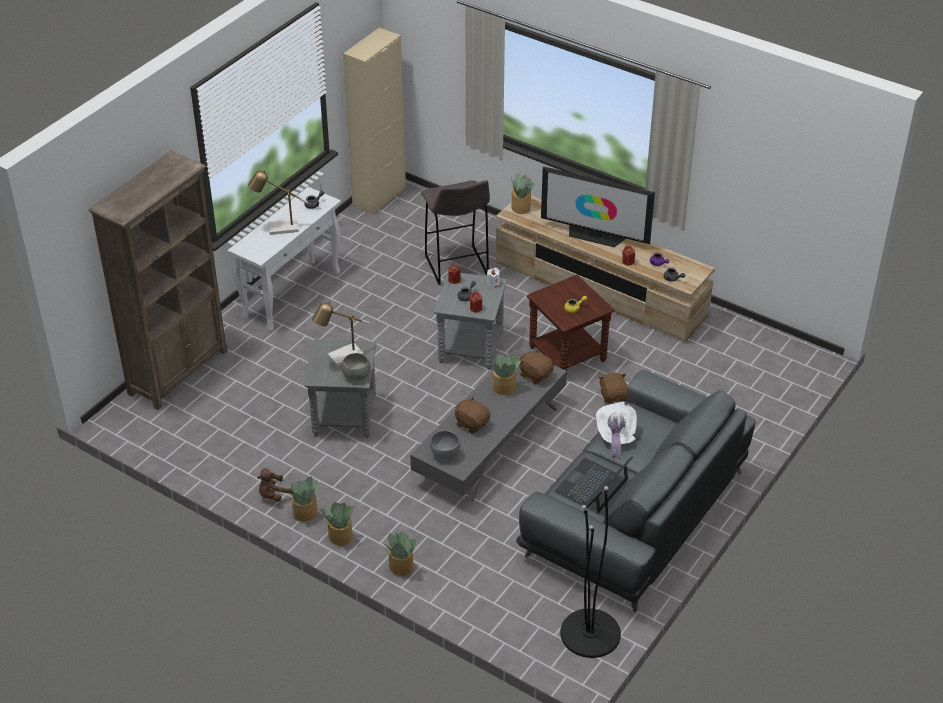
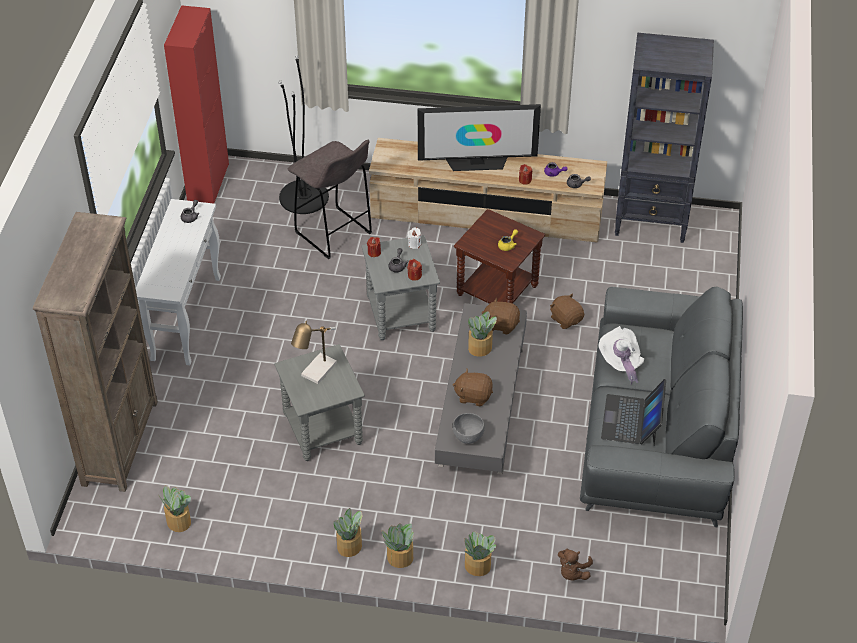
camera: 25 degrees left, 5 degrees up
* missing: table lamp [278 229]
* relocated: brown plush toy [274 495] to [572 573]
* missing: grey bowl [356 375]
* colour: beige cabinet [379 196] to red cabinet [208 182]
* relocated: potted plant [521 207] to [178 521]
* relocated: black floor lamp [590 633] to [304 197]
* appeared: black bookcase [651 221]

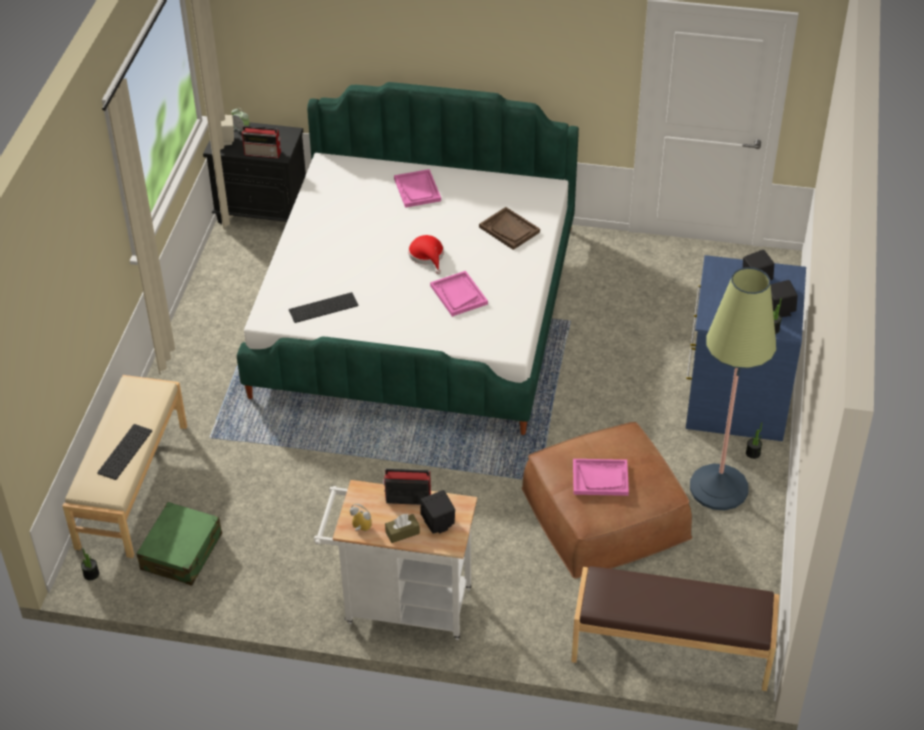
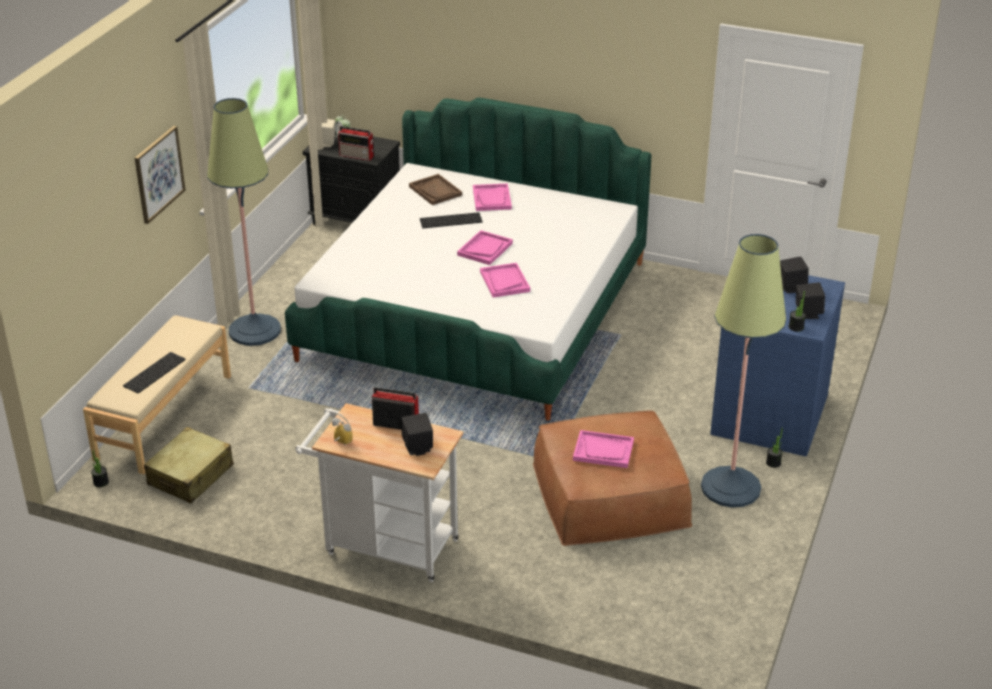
camera: 10 degrees right, 10 degrees down
* colour: green suitcase [182 552] to beige suitcase [191 475]
* relocated: keyboard [324 307] to [451 220]
* missing: brown tissue box [402 532]
* exchanged: red hat [427 256] to pink tray [485 249]
* relocated: brown tray [509 230] to [435 191]
* missing: brown bench [671 650]
* appeared: picture [158 174]
* appeared: floor lamp [254 330]

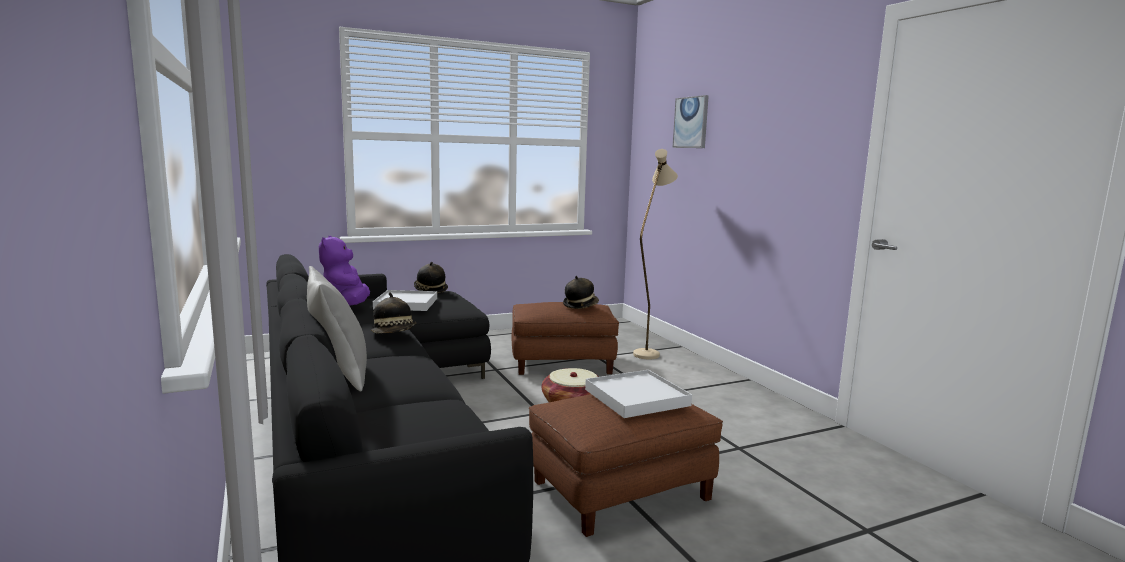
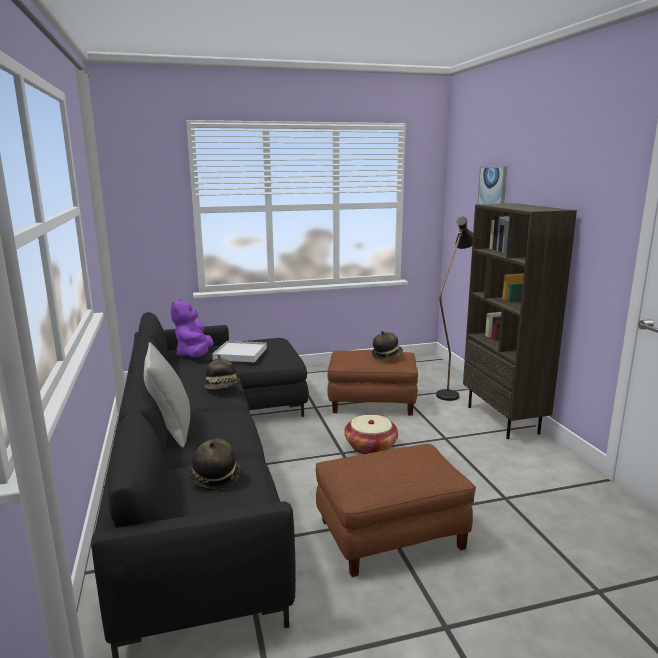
camera: 10 degrees right, 5 degrees up
* relocated: hat [430 290] to [214 477]
* missing: white tray [636 397]
* colour: beige floor lamp [648 352] to black floor lamp [450 393]
* appeared: brown bookcase [503 420]

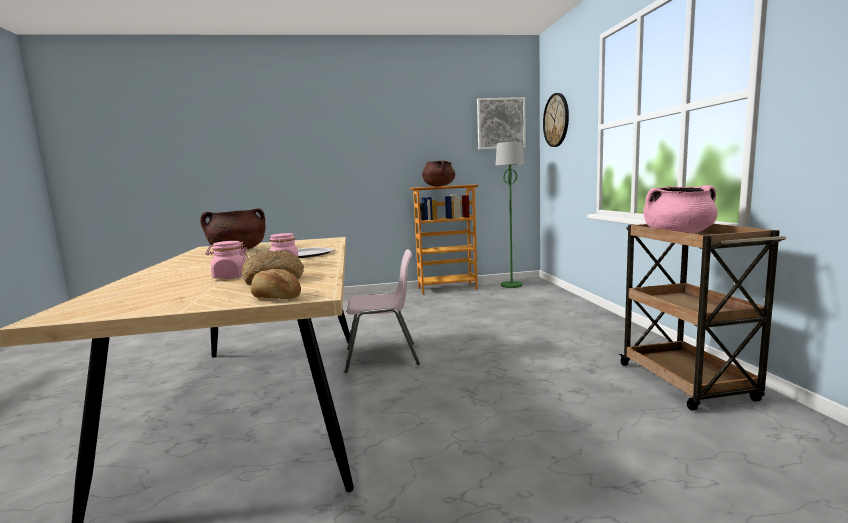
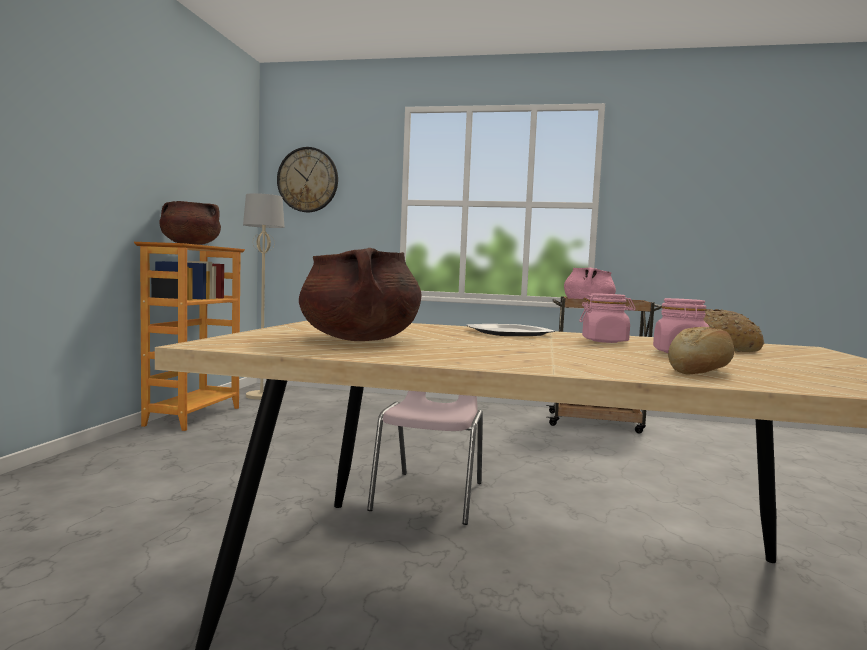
camera: 70 degrees left, 5 degrees down
* relocated: bread [276 298] to [700 371]
* missing: picture [501 123]
* colour: green floor lamp [511 285] to beige floor lamp [261 396]

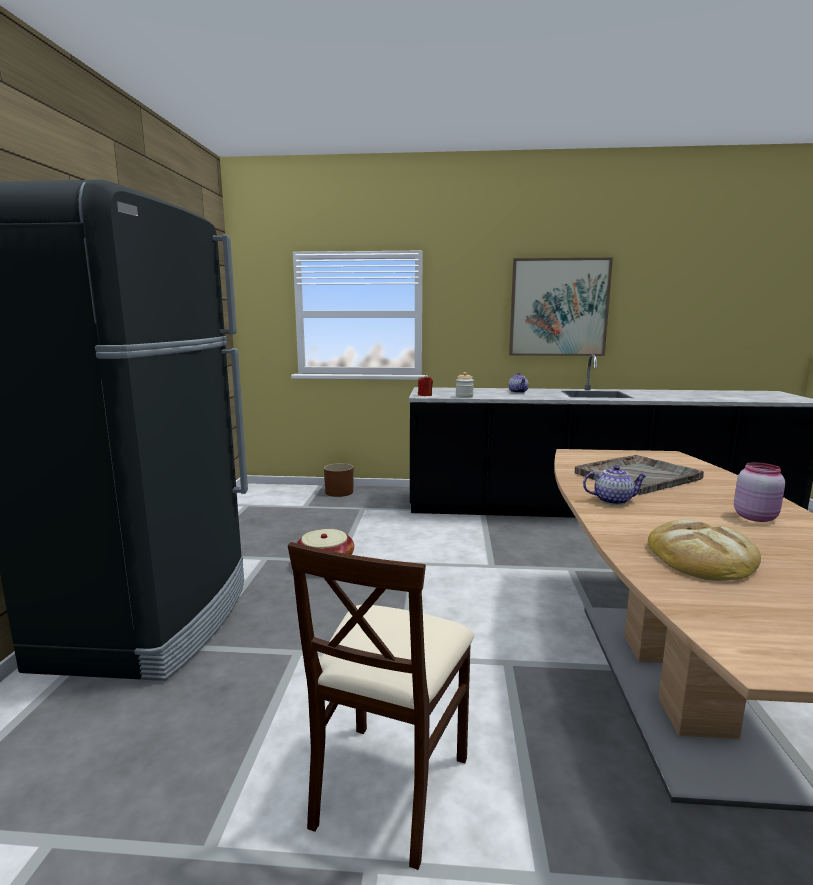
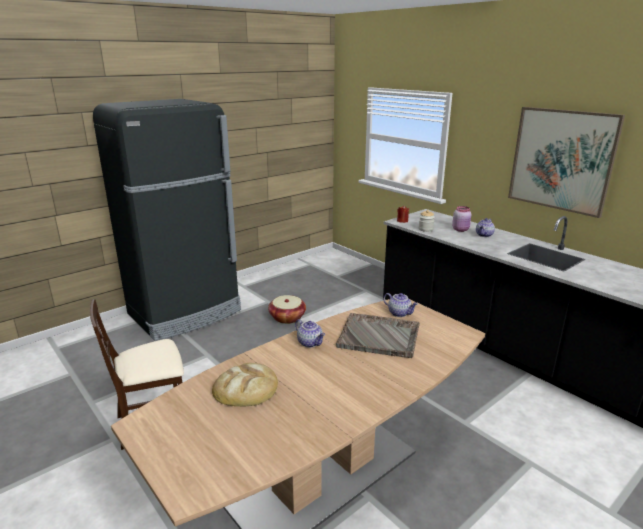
camera: 45 degrees right, 10 degrees up
* missing: brown planter [339 492]
* relocated: pink jar [755 517] to [461 229]
* appeared: teapot [399 313]

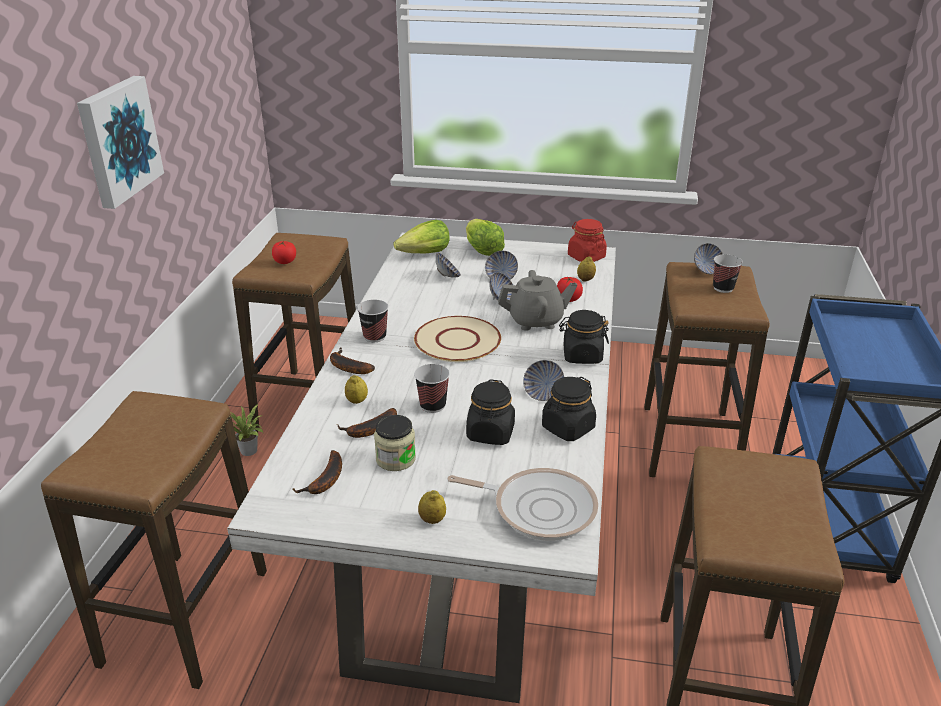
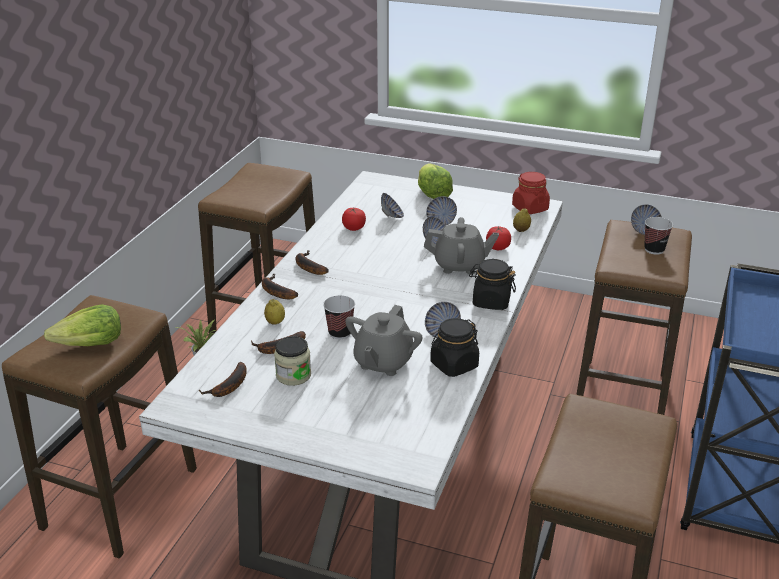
camera: 10 degrees right, 0 degrees up
* missing: picture [118 140]
* relocated: tomato [285 261] to [354 228]
* exchanged: cup [374 337] to banana [308 267]
* relocated: lettuce [425 254] to [90 345]
* missing: beige plate [458 341]
* missing: lemon [432 520]
* missing: frying pan [539 508]
* exchanged: black jar [490 433] to grey teapot [383 362]

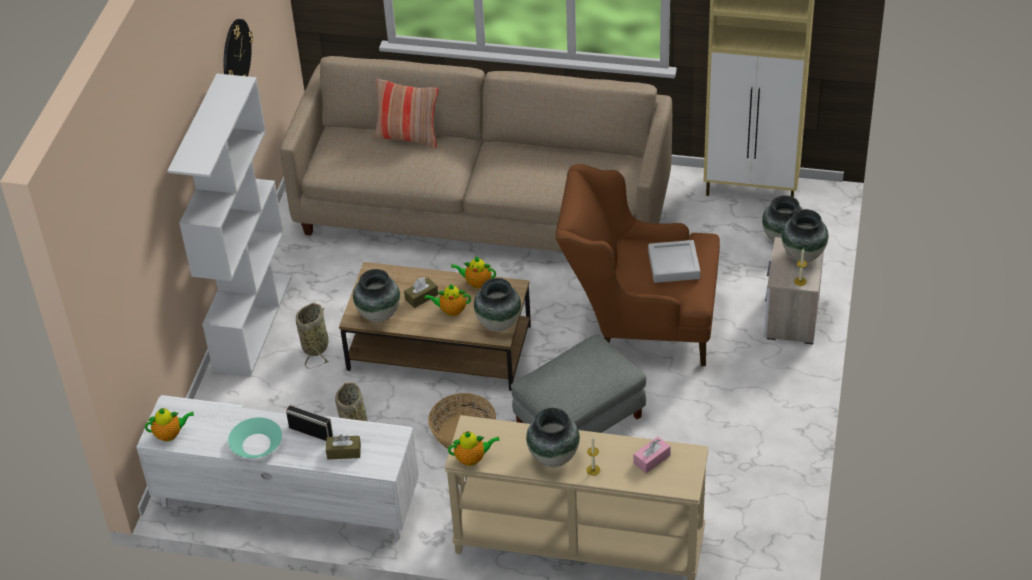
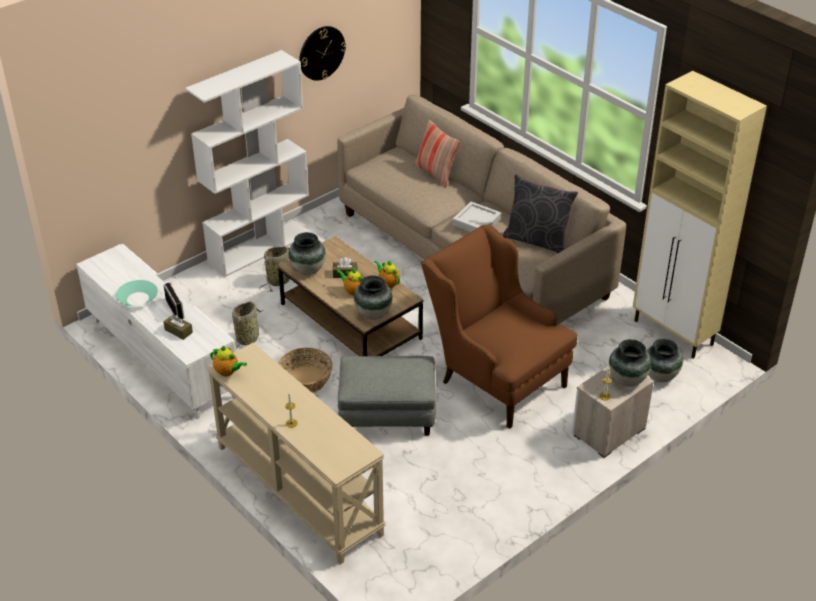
camera: 35 degrees right, 5 degrees down
* missing: teapot [170 434]
* missing: vase [553 457]
* missing: pink tissue box [651 459]
* relocated: grey tray [673 265] to [476 222]
* appeared: grey pillow [537 240]

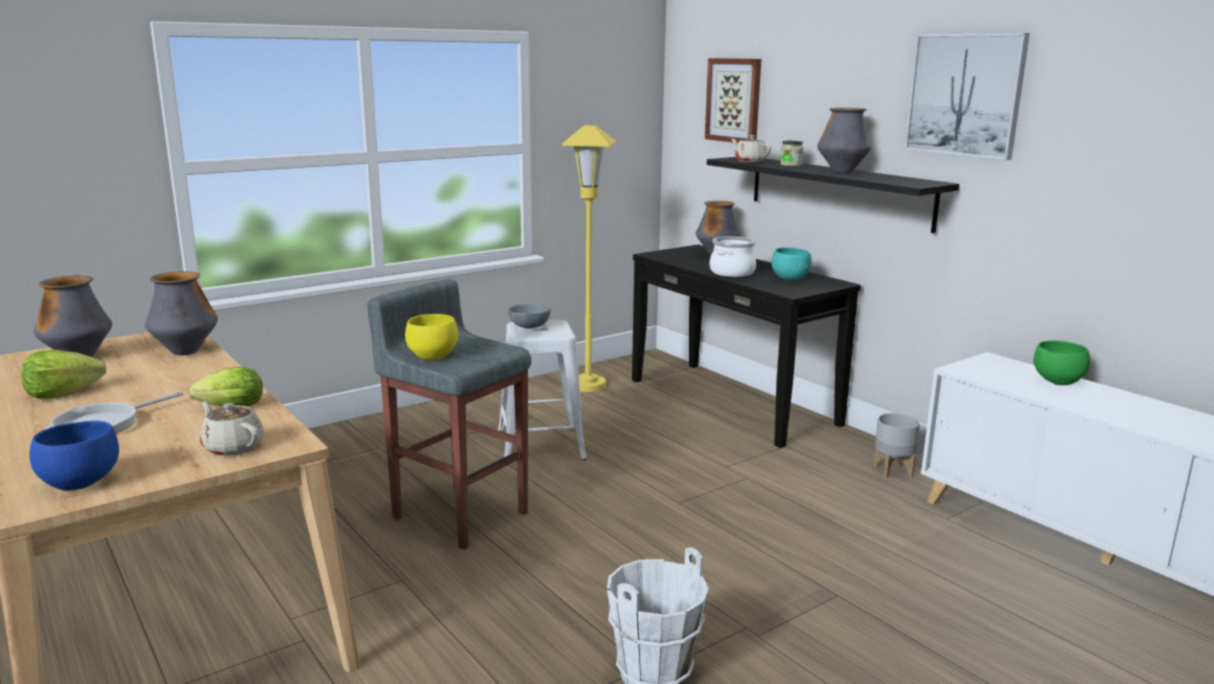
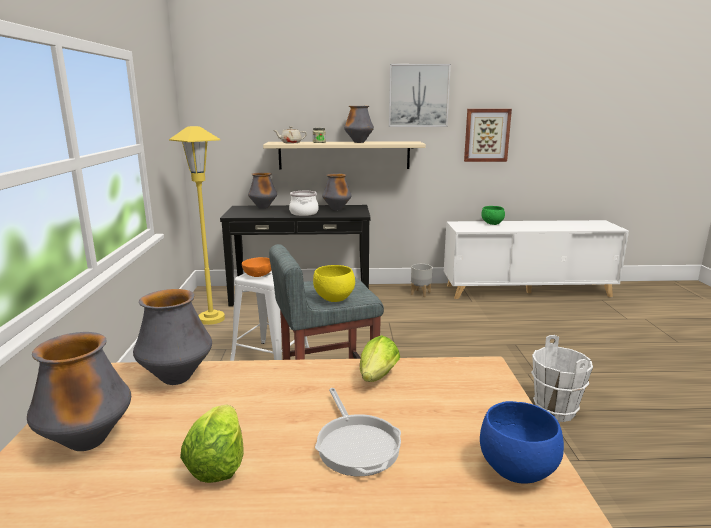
camera: 55 degrees left, 0 degrees up
* missing: beige teapot [232 447]
* colour: grey bowl [528 327] to orange bowl [258 276]
* relocated: picture [734 100] to [486 135]
* colour: black shelf [838 192] to beige shelf [344 155]
* exchanged: turquoise bowl [791 279] to vase [337 209]

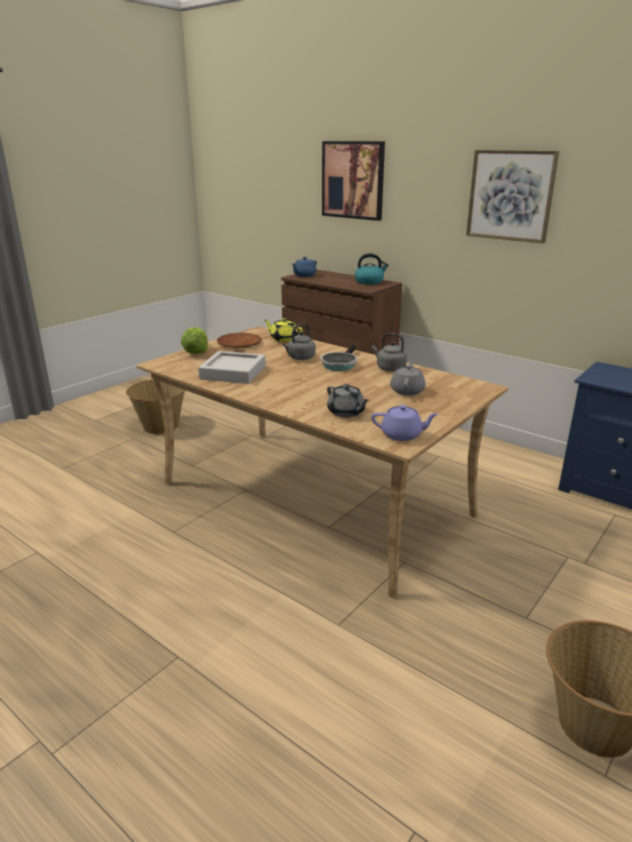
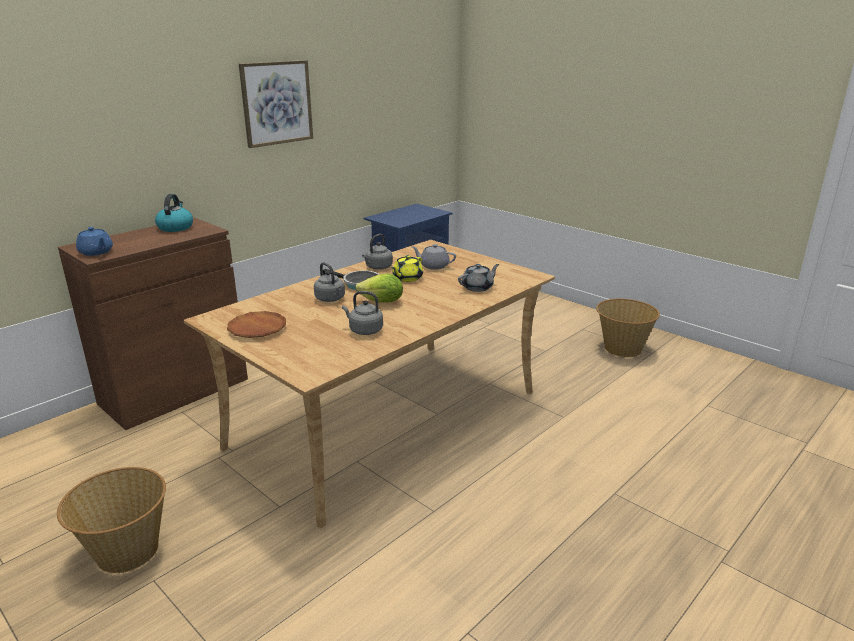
camera: 85 degrees left, 0 degrees up
* relocated: lettuce [196 352] to [382 302]
* exchanged: grey tray [233 372] to grey kettle [364 330]
* relocated: yellow teapot [283 339] to [407 278]
* missing: picture [353 180]
* missing: purple teapot [402 435]

